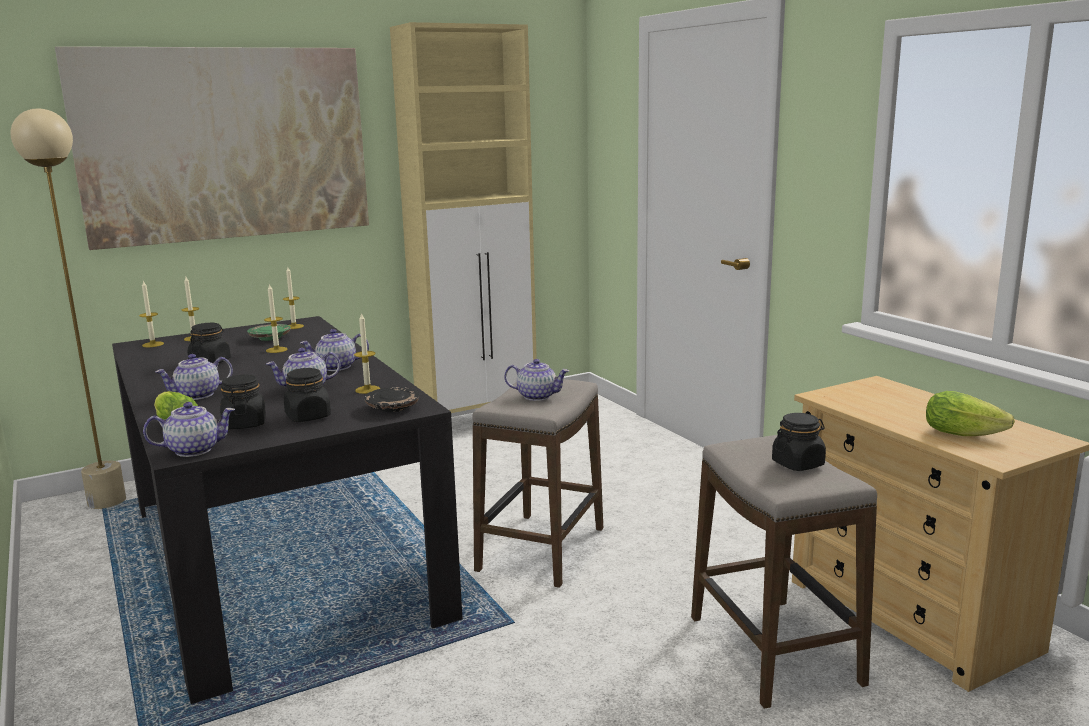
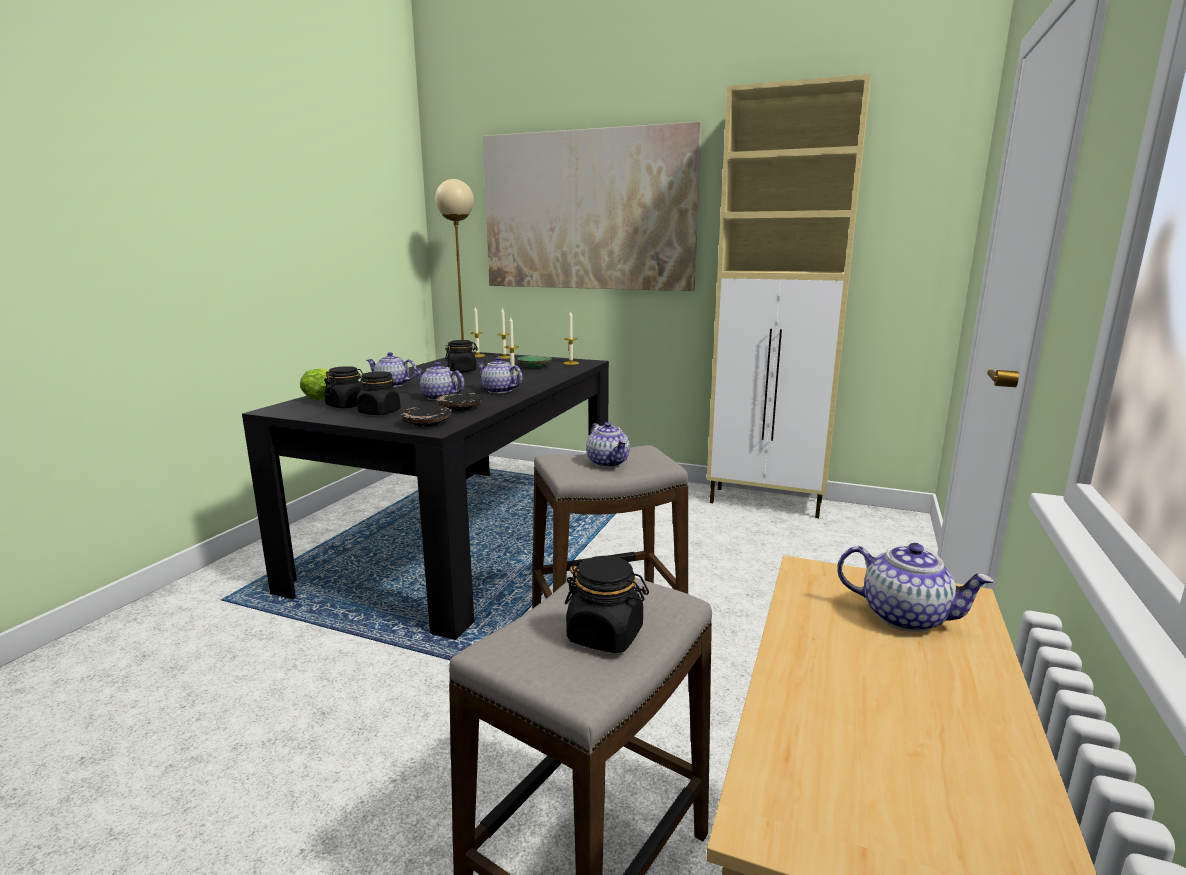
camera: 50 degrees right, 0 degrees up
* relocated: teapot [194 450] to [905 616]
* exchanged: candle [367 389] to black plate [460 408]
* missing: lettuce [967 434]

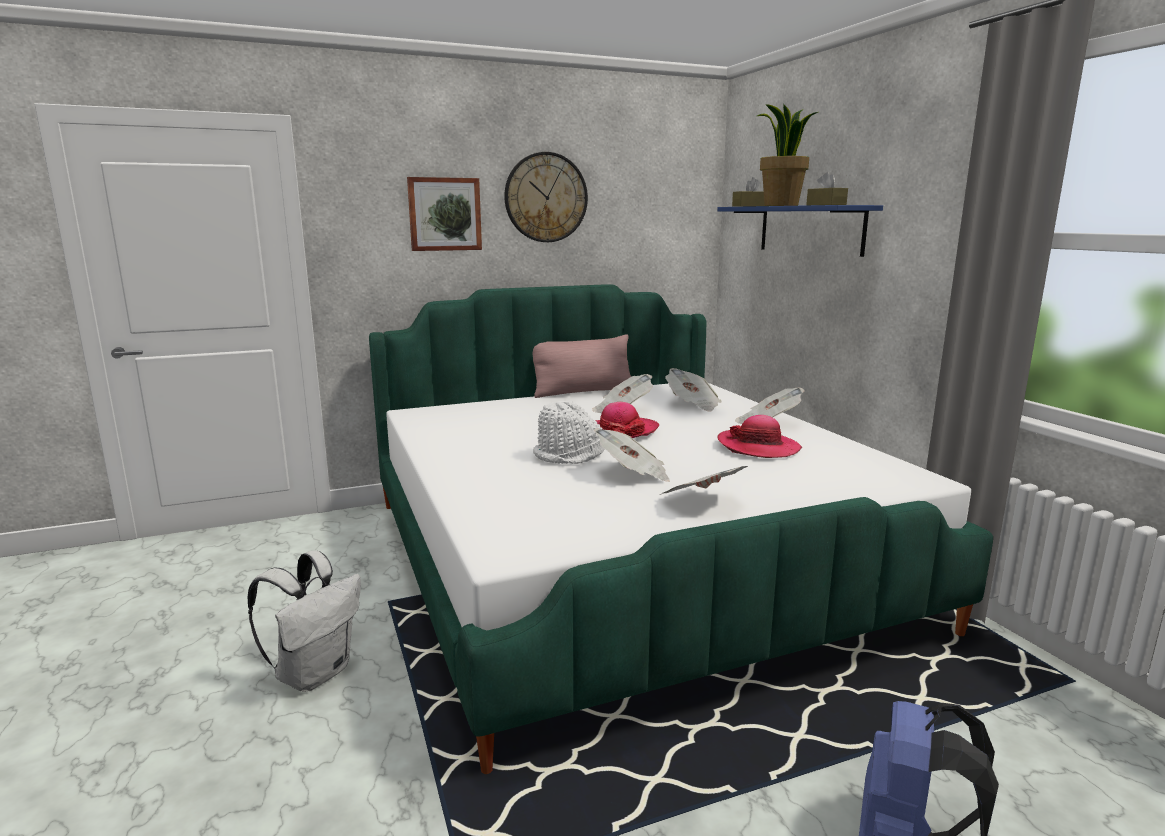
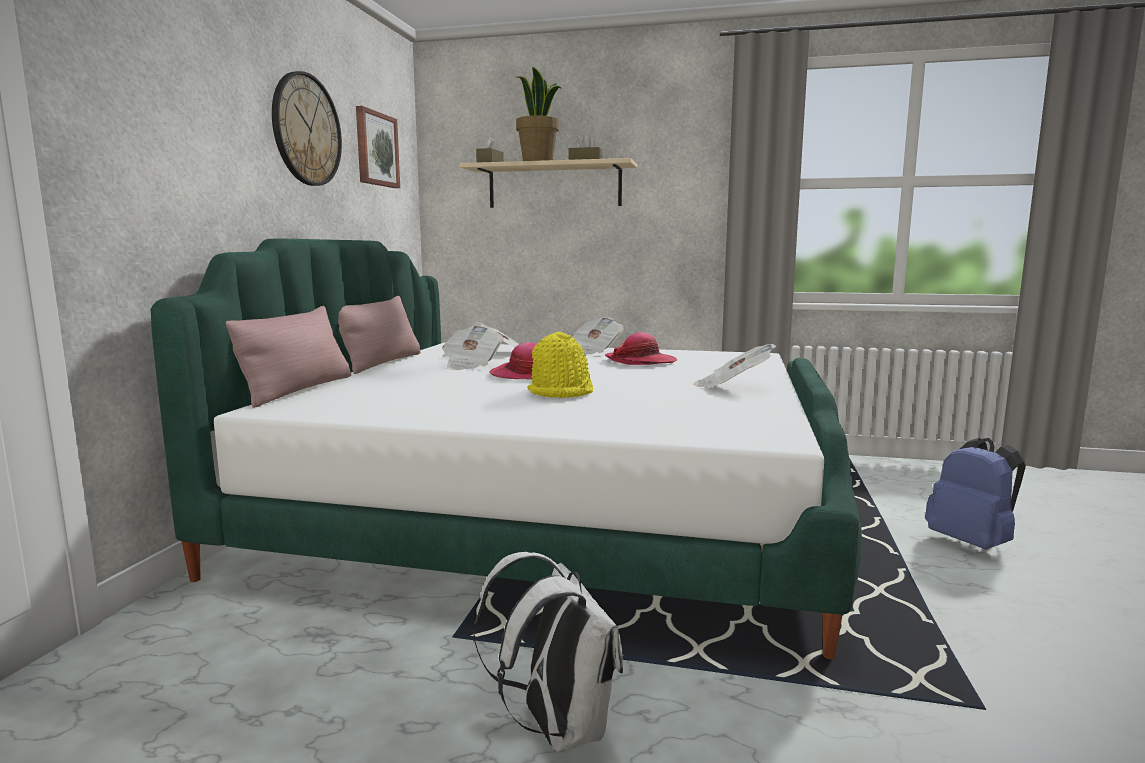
camera: 55 degrees left, 5 degrees down
* relocated: picture [444 214] to [376 149]
* colour: white hat [569 455] to yellow hat [561 392]
* missing: newspaper [633 474]
* colour: blue shelf [810 229] to beige shelf [554 186]
* appeared: pink pillow [298 390]

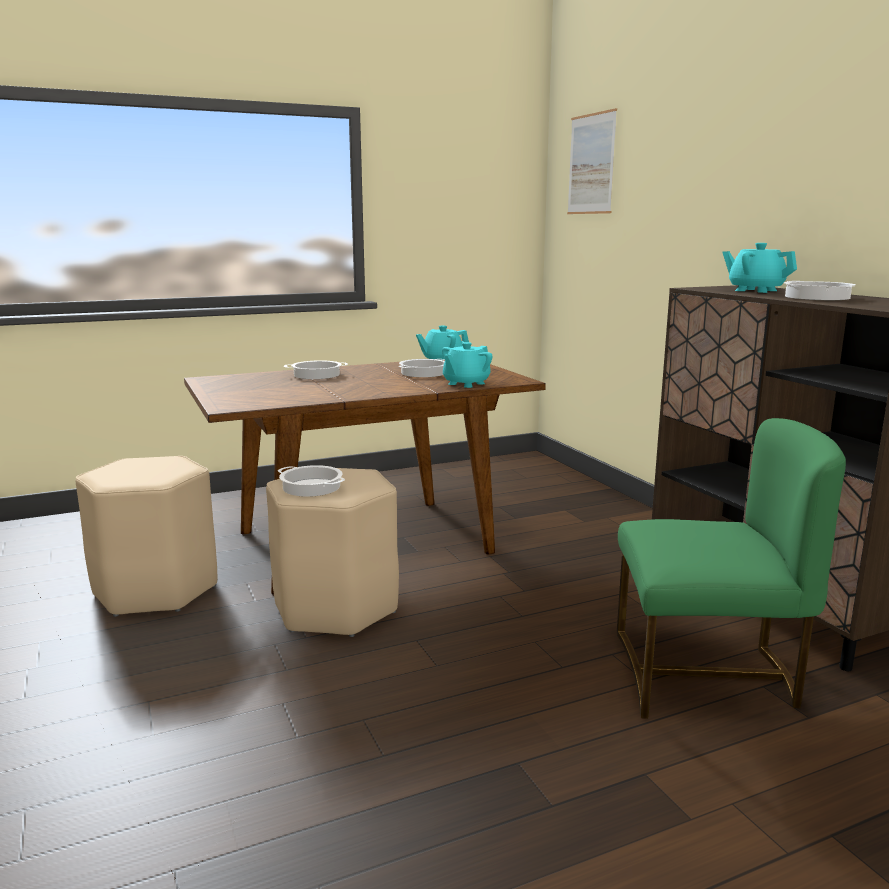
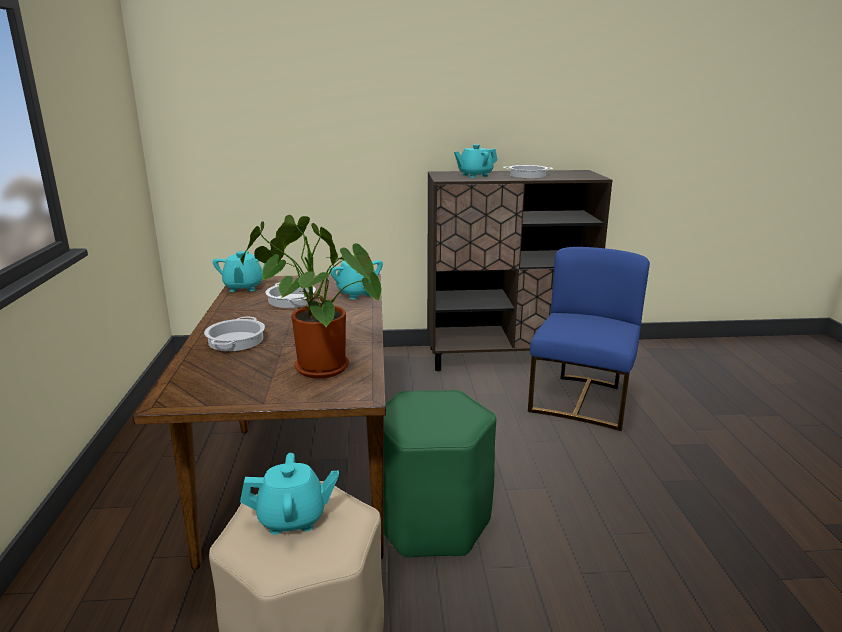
camera: 70 degrees left, 5 degrees up
* colour: beige stool [335 608] to green stool [432 522]
* missing: cooking pot [312 487]
* missing: picture [591 164]
* colour: green chair [705 675] to blue chair [582 400]
* appeared: potted plant [315 368]
* appeared: turquoise teapot [292 518]

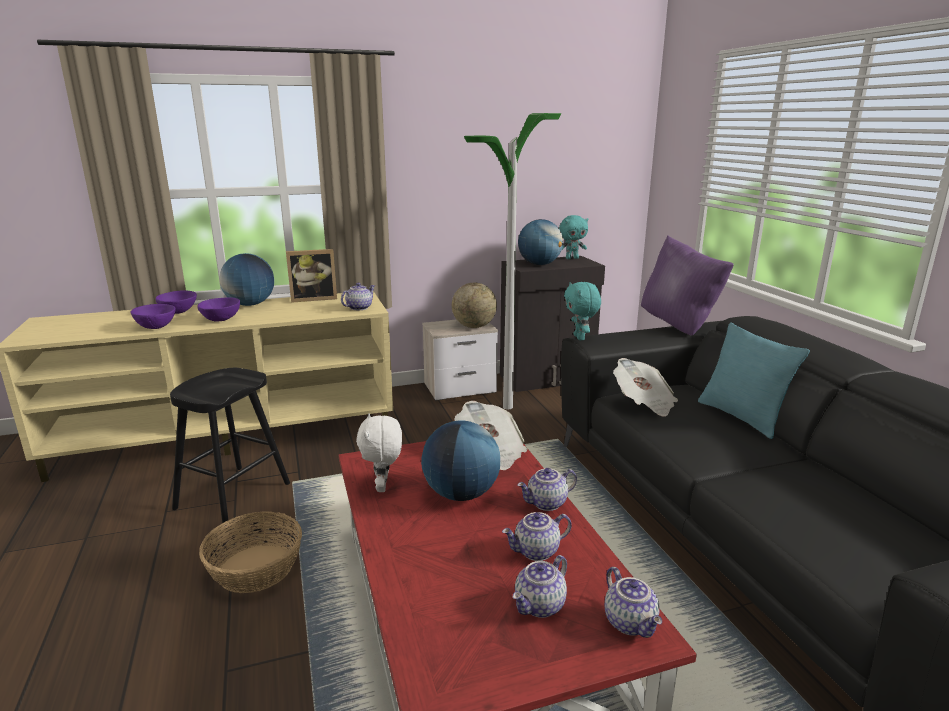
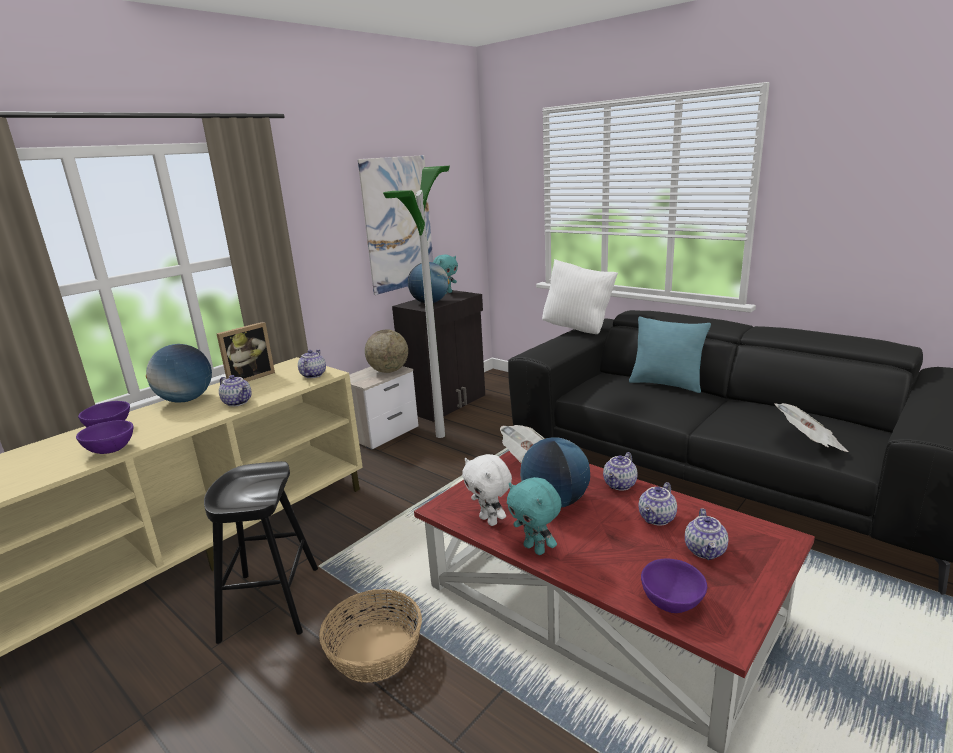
camera: 30 degrees left, 0 degrees up
* relocated: purple bowl [221 320] to [672 603]
* relocated: turquoise plush toy [580 338] to [535 549]
* relocated: teapot [631 623] to [238 402]
* relocated: newspaper [644 403] to [808 443]
* colour: purple pillow [679 325] to white pillow [578 329]
* appeared: picture [398 224]

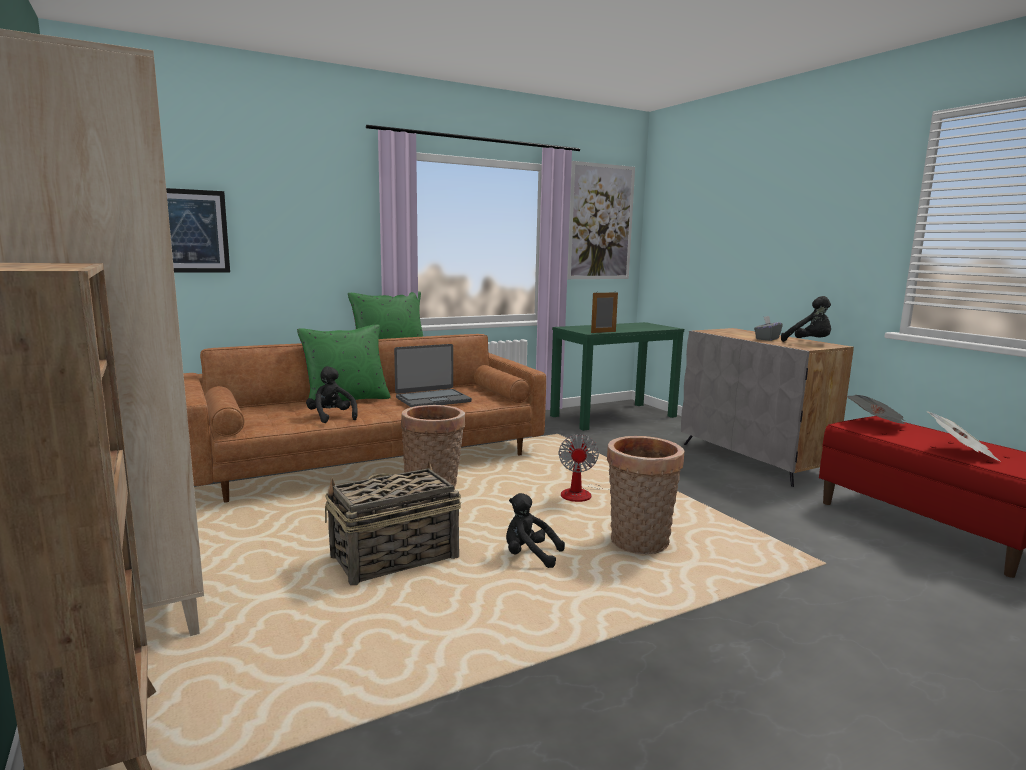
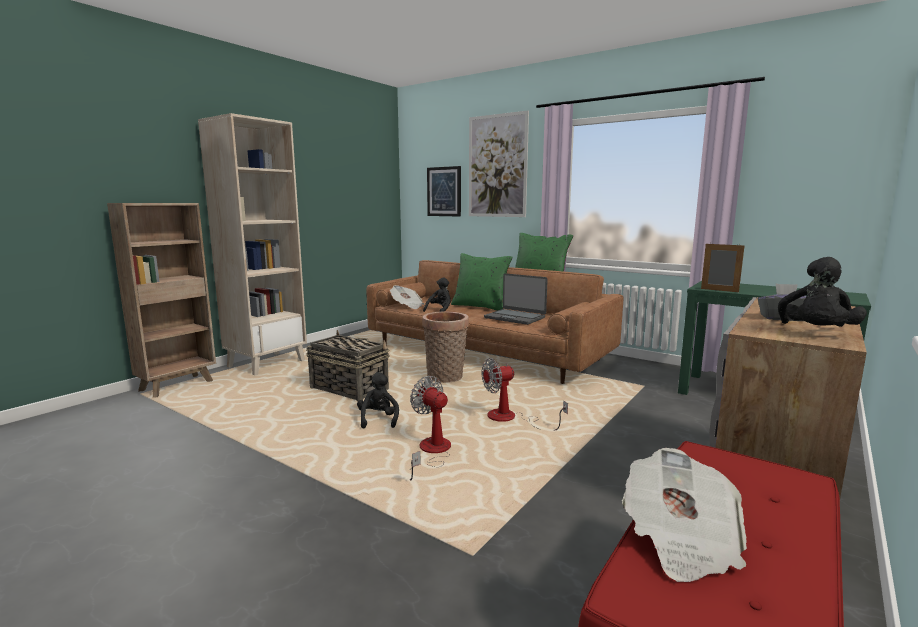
camera: 65 degrees right, 0 degrees up
* relocated: picture [600 222] to [497 166]
* exchanged: basket [639 544] to fan [432 452]
* relocated: newspaper [876 424] to [407 306]

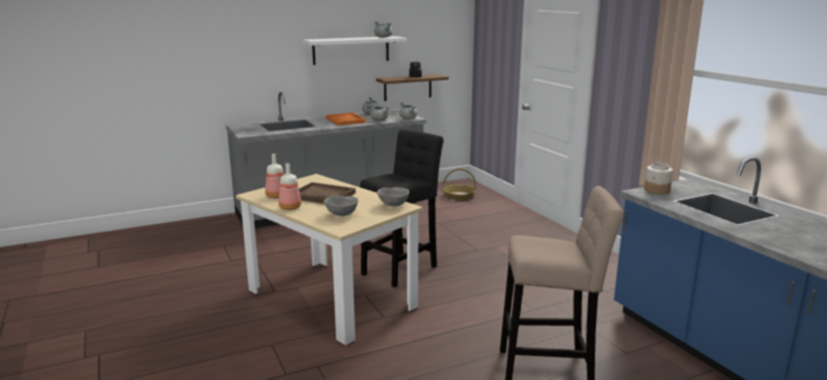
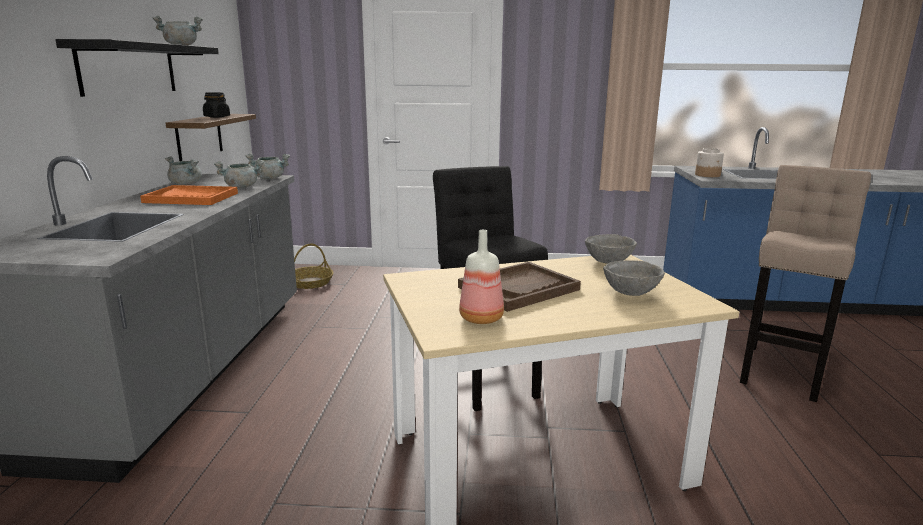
camera: 60 degrees left, 0 degrees up
* missing: bottle [289 208]
* colour: white shelf [351 50] to black shelf [129 68]

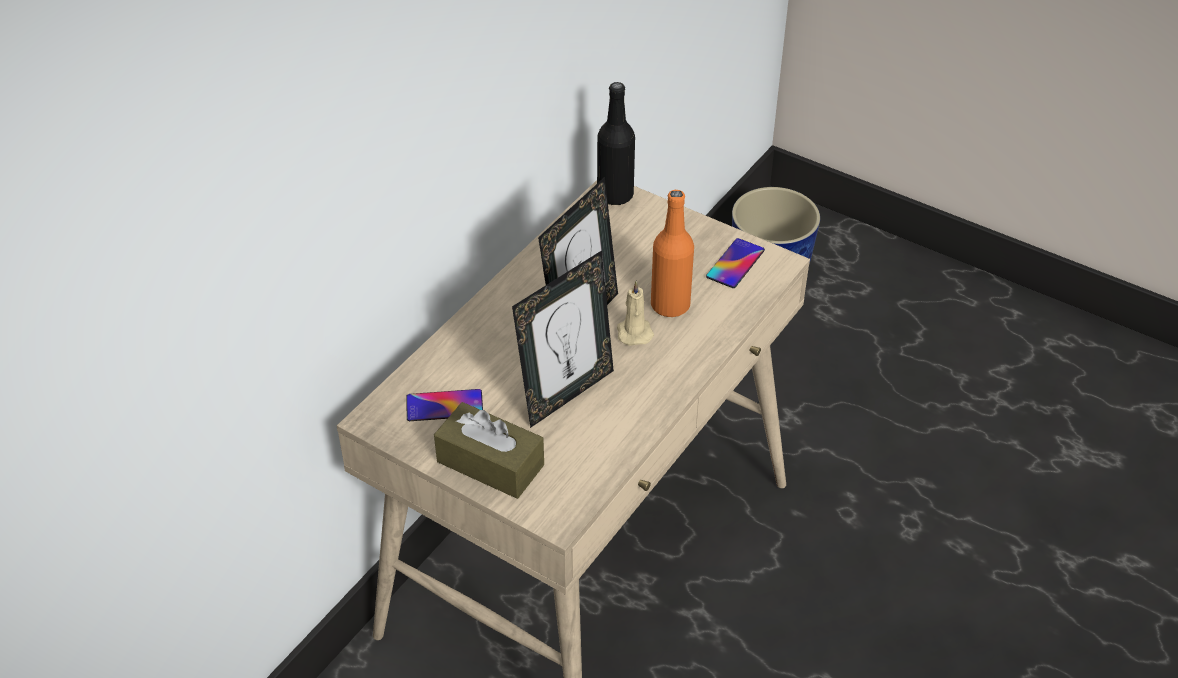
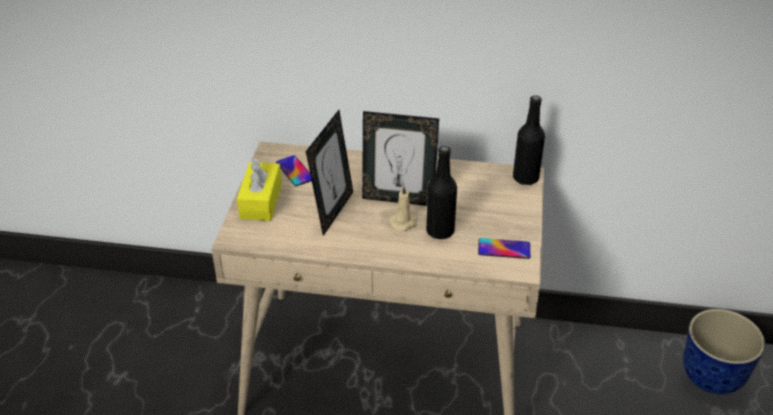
camera: 65 degrees right, 5 degrees down
* colour: brown tissue box [490 463] to yellow tissue box [261 201]
* spun: picture frame [566 393] = [333 212] 90 degrees counterclockwise
* colour: orange bottle [670 305] to black bottle [440 231]

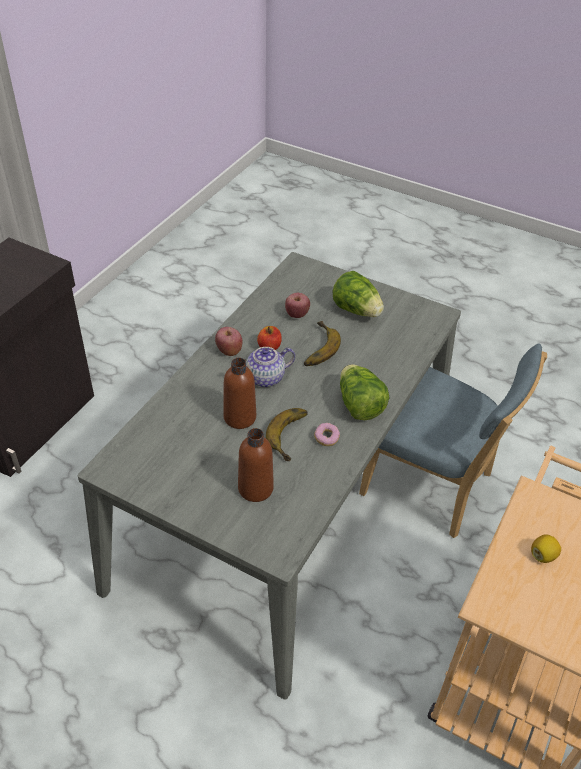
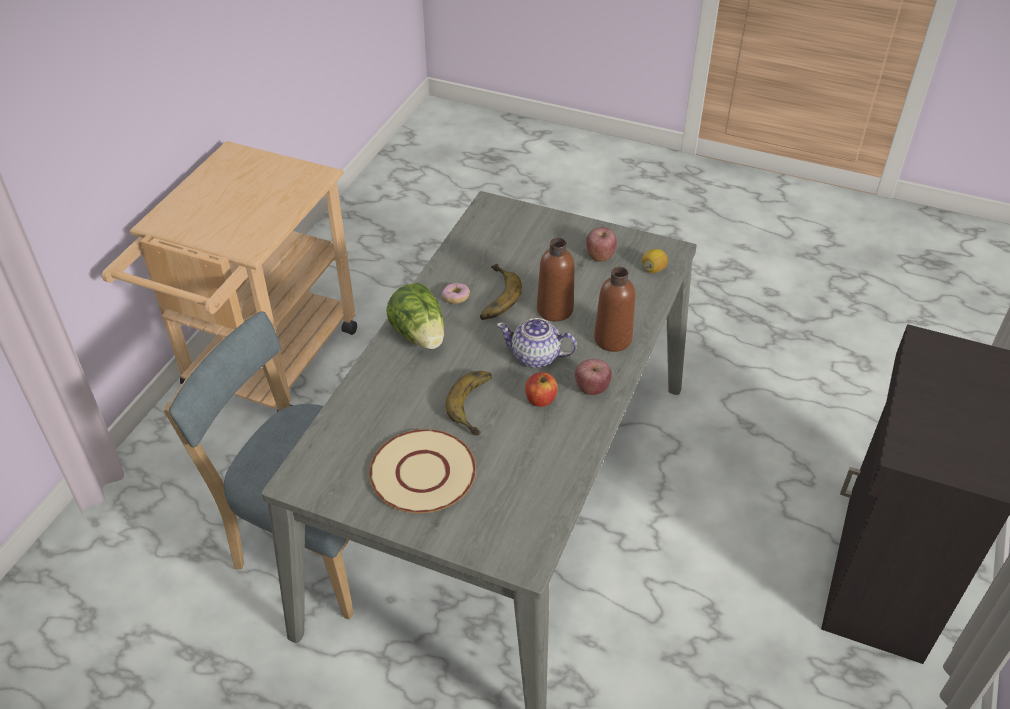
camera: 175 degrees right, 0 degrees up
* relocated: brown bottle [255 488] to [612 339]
* spun: teapot [265 378] = [536 357] 135 degrees counterclockwise
* relocated: apple [297 314] to [600 256]
* exchanged: lettuce [357 310] to beige plate [423 473]
* relocated: lemon [543 555] to [653 269]

